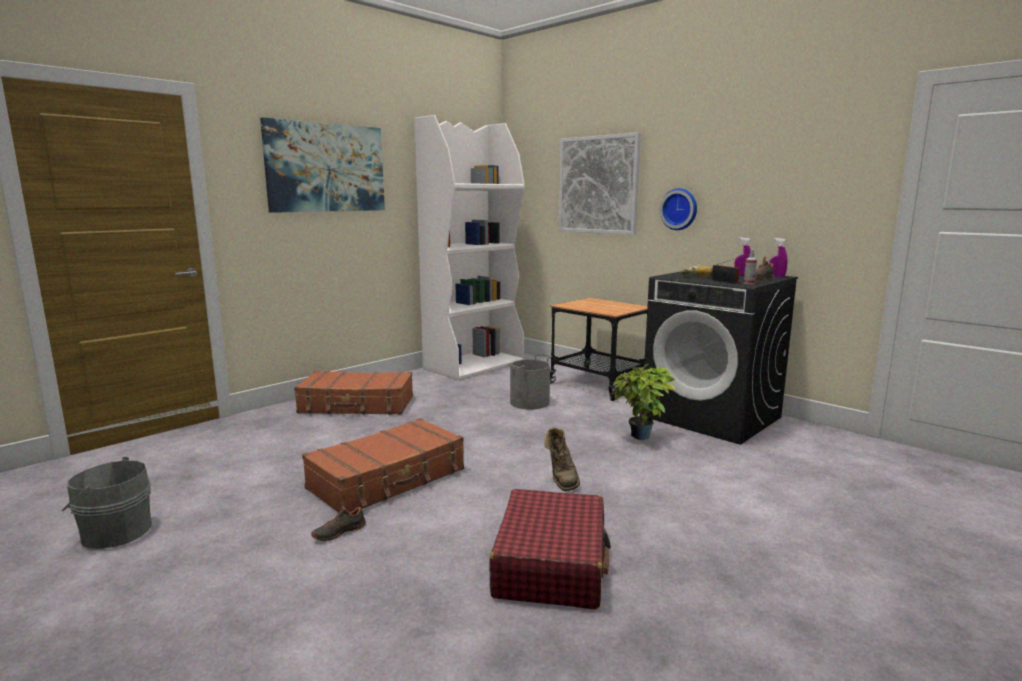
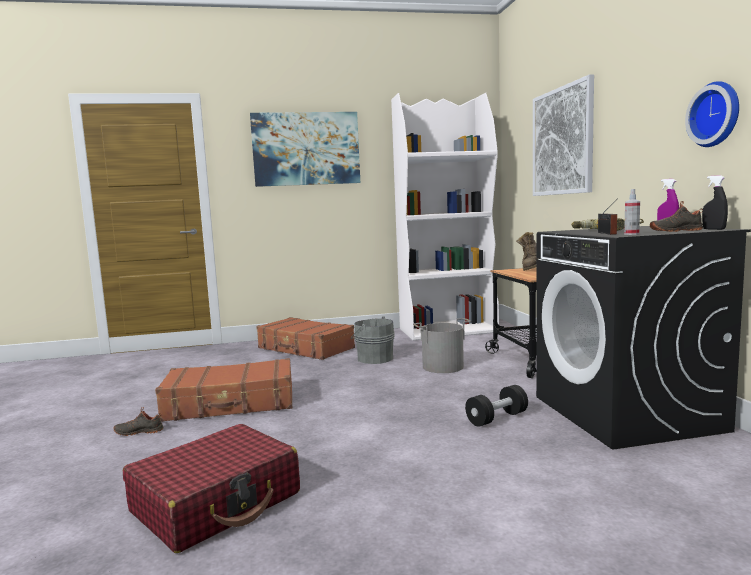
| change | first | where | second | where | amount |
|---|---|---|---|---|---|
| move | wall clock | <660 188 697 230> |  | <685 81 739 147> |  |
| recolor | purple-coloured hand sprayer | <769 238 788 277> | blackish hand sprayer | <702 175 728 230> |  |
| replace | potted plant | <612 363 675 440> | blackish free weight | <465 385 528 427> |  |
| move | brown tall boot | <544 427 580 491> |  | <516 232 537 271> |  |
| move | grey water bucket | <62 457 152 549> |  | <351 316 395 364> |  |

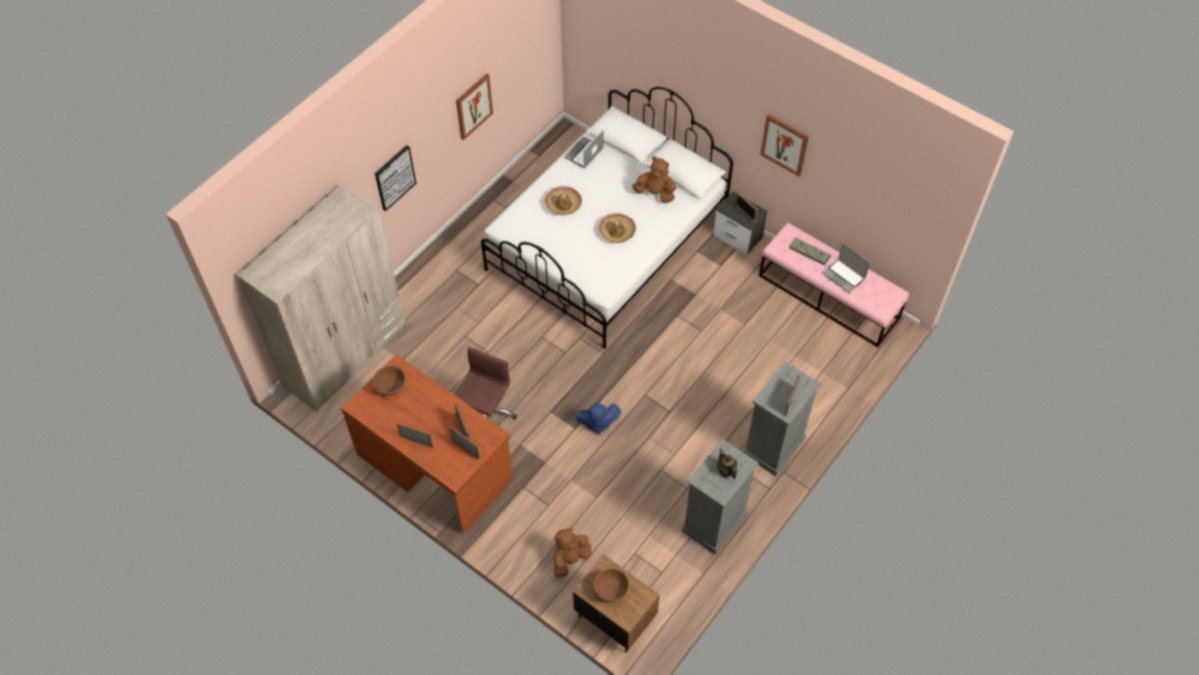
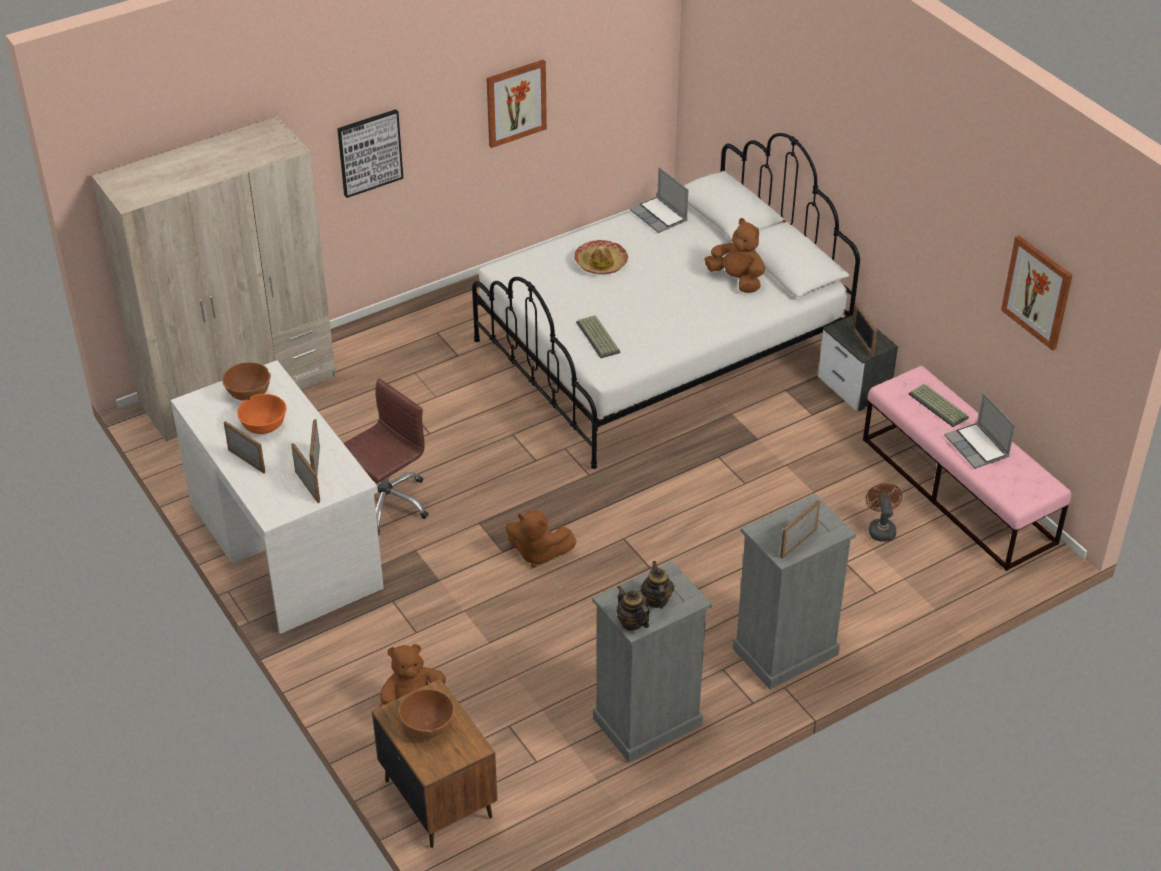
| change | first | where | second | where | amount |
|---|---|---|---|---|---|
| move | wall picture | <760 114 809 177> |  | <1001 236 1073 351> |  |
| rotate | portable computer | <564 131 604 169> |  | <630 167 688 233> | 90 degrees counterclockwise |
| delete | clothing hat | <599 213 636 243> |  |  |  |
| recolor | brown desk unit | <341 354 513 534> | white-coloured desk unit | <171 360 384 634> |  |
| recolor | blue-coloured plush toy | <576 402 621 435> | brown plush toy | <505 510 577 568> |  |
| insert |  |  | PC keyboard | <576 315 621 358> |  |
| insert |  |  | orangey deep dish | <237 394 286 434> |  |
| insert |  |  | brown electric fan | <866 483 902 542> |  |
| insert |  |  | tea pot | <617 586 649 631> |  |

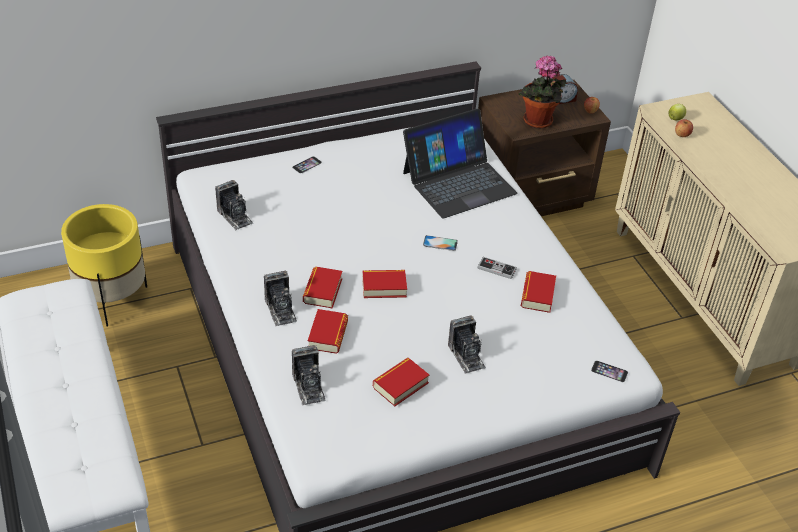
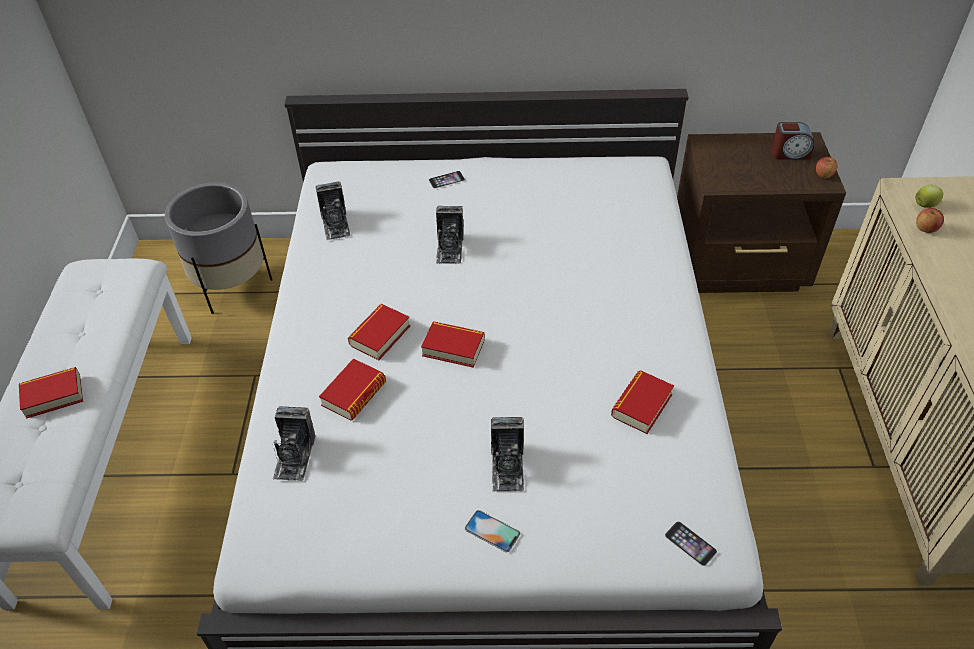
| change | first | where | second | where | amount |
|---|---|---|---|---|---|
| delete | potted plant | <518 56 566 128> |  |  |  |
| delete | portable computer | <403 109 518 218> |  |  |  |
| recolor | yellowish plant pot | <61 204 147 327> | grey plant pot | <165 182 272 314> |  |
| move | phone | <423 235 458 251> |  | <465 510 520 552> |  |
| delete | game controller | <477 257 517 279> |  |  |  |
| move | photo camera | <264 271 297 326> |  | <436 206 464 264> |  |
| move | bound book | <373 358 429 406> |  | <19 367 83 419> |  |

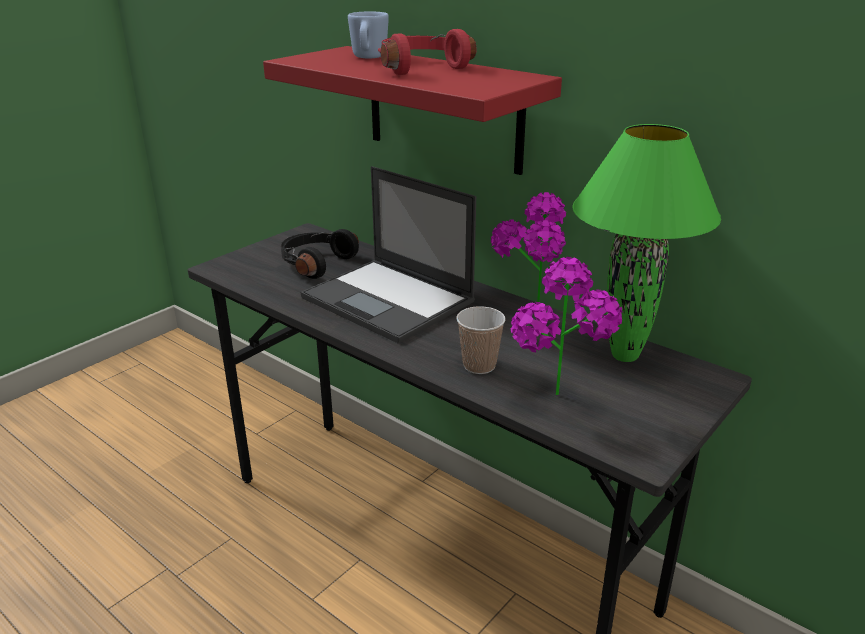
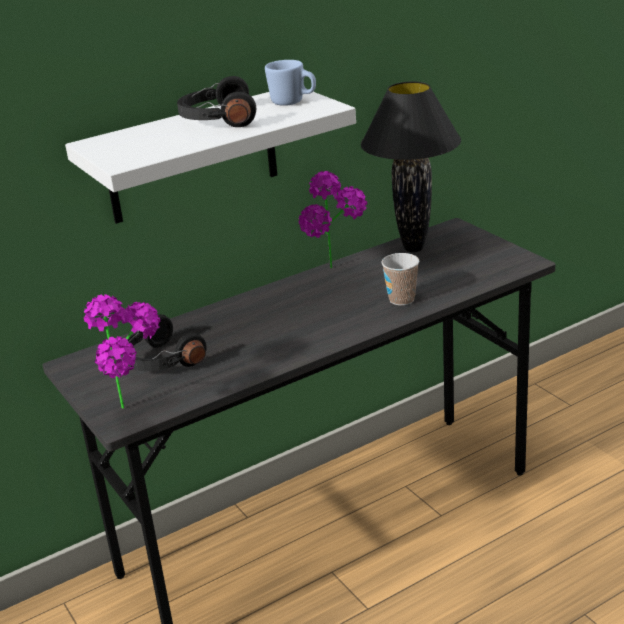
| change | first | where | second | where | amount |
|---|---|---|---|---|---|
| move | blue-coloured tea mug | <348 11 389 58> |  | <265 60 316 106> |  |
| recolor | red-coloured headset | <378 29 477 75> | blackish headset | <177 76 256 127> |  |
| recolor | red-coloured wall shelf | <263 46 562 175> | white-coloured wall shelf | <65 92 356 224> |  |
| recolor | green-coloured lamp for a table | <572 124 721 362> | blackish lamp for a table | <361 81 461 252> |  |
| delete | portable computer | <301 166 476 343> |  |  |  |
| move | potted plant | <511 257 622 395> |  | <84 294 160 409> |  |

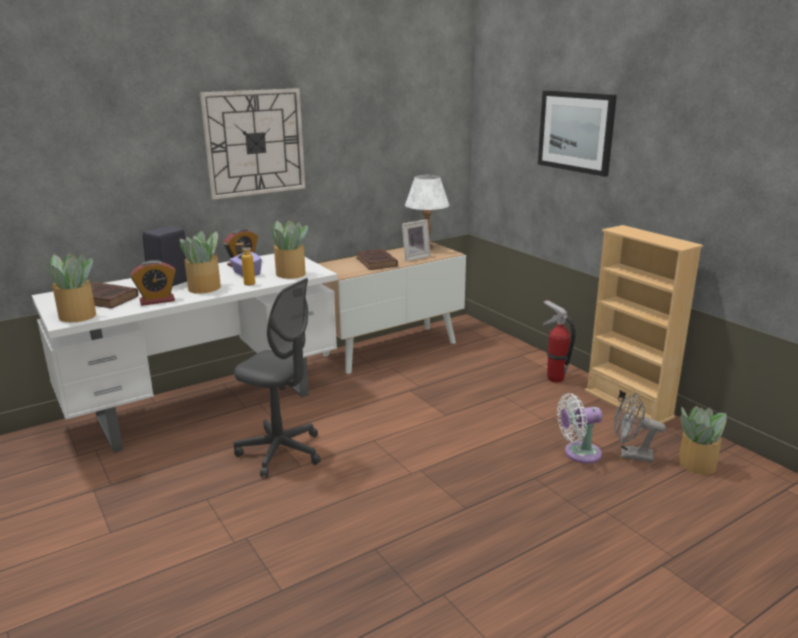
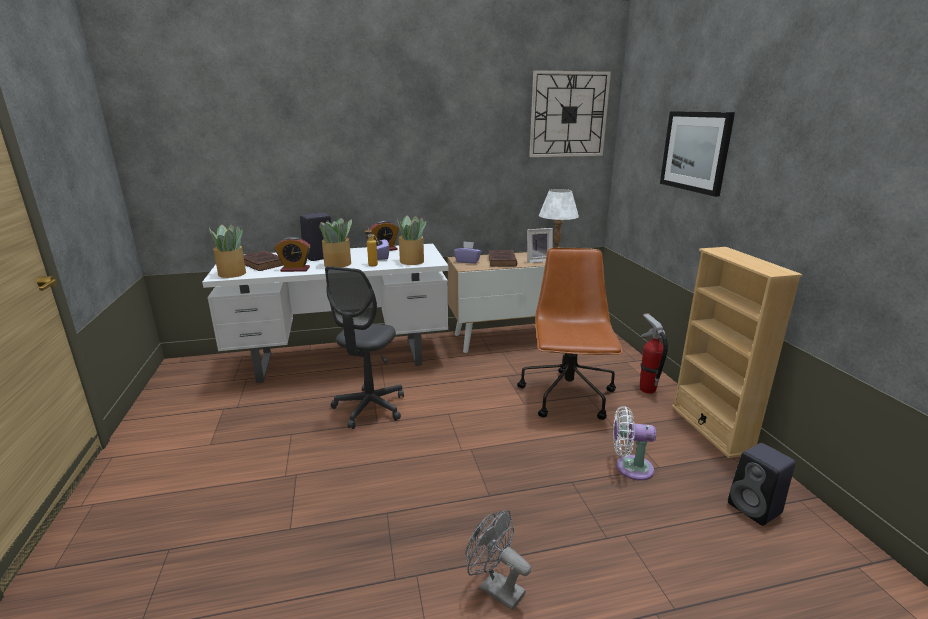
| change | first | where | second | where | amount |
|---|---|---|---|---|---|
| move | wall clock | <200 88 305 200> |  | <529 70 611 157> |  |
| rotate | grey desk chair | <234 278 321 478> |  | <325 266 404 429> | 60 degrees clockwise |
| move | grey electric fan | <614 393 666 462> |  | <465 510 531 611> |  |
| replace | potted plant | <678 406 727 475> | blackish speaker | <728 443 796 526> |  |
| insert |  |  | purple-coloured box of tissues | <454 242 482 264> |  |
| insert |  |  | brown desk chair | <517 248 623 420> |  |

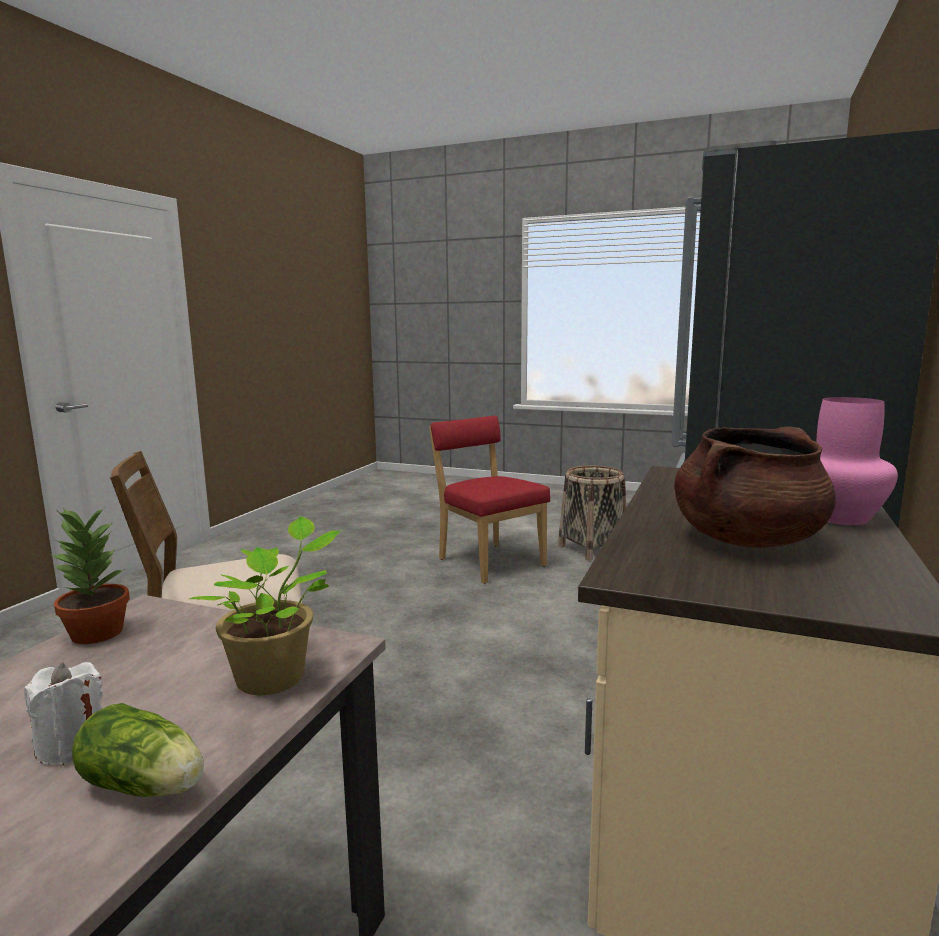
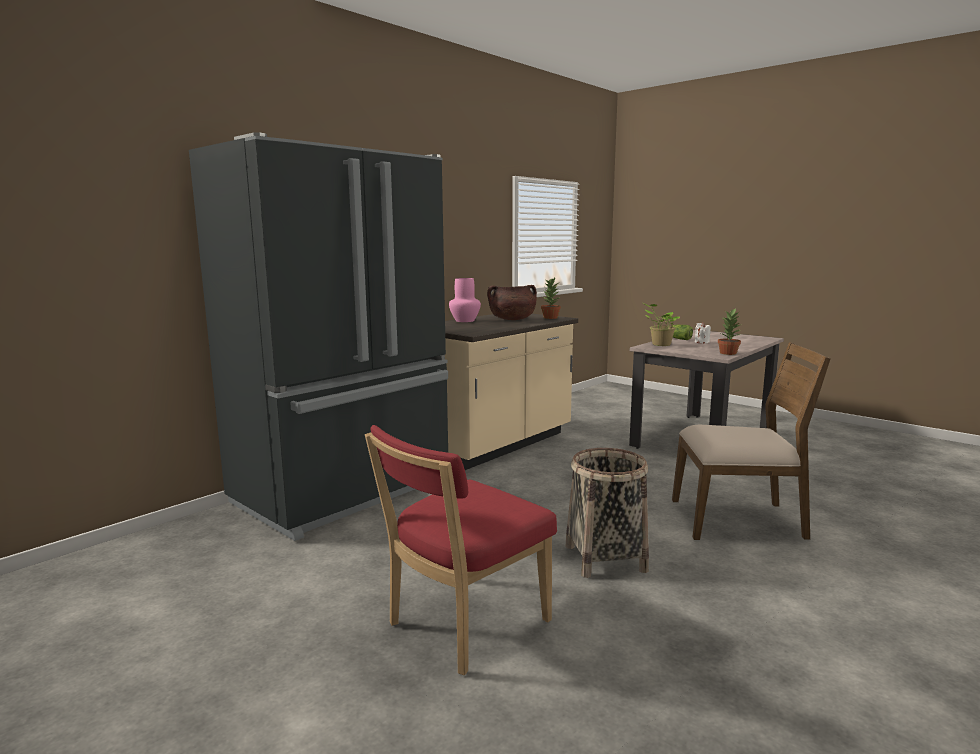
| change | first | where | second | where | amount |
|---|---|---|---|---|---|
| rotate | red-coloured chair | <429 416 550 584> |  | <365 425 557 675> | 60 degrees clockwise |
| move | storage basket | <558 466 626 561> |  | <566 448 649 578> |  |
| insert |  |  | potted plant | <541 278 561 319> |  |

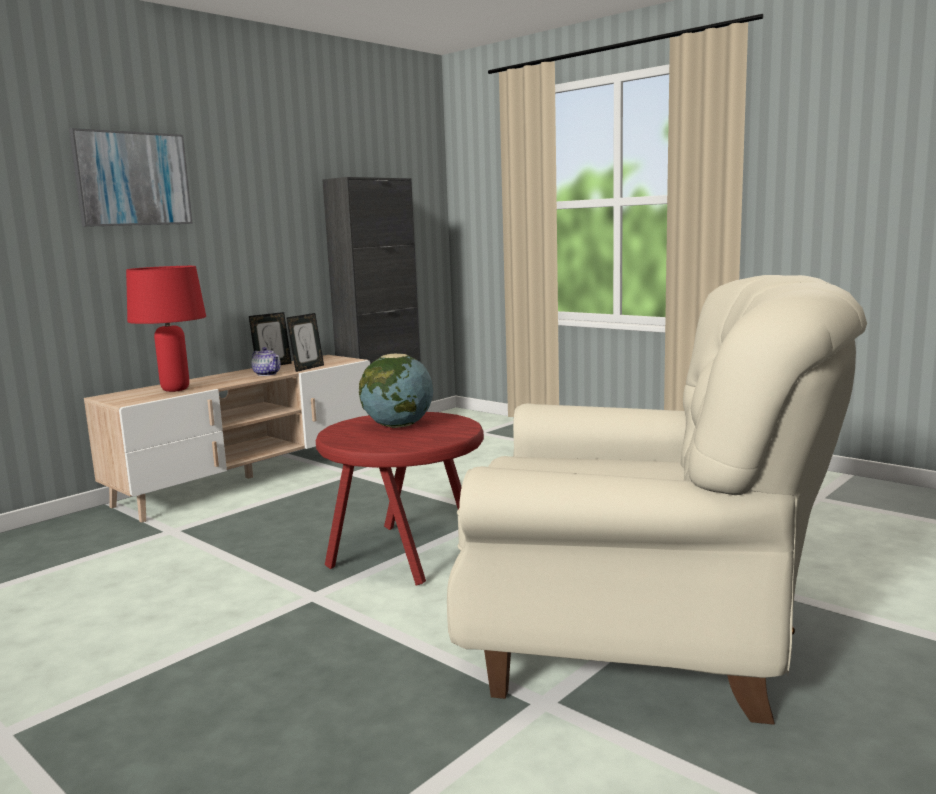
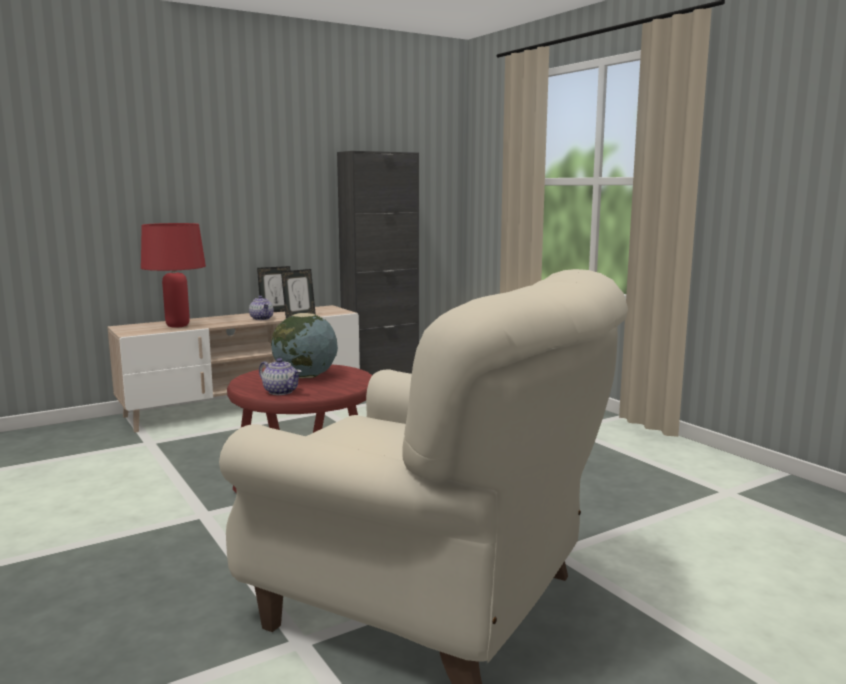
| change | first | where | second | where | amount |
|---|---|---|---|---|---|
| delete | wall picture | <69 128 193 227> |  |  |  |
| insert |  |  | tea pot | <259 358 301 395> |  |

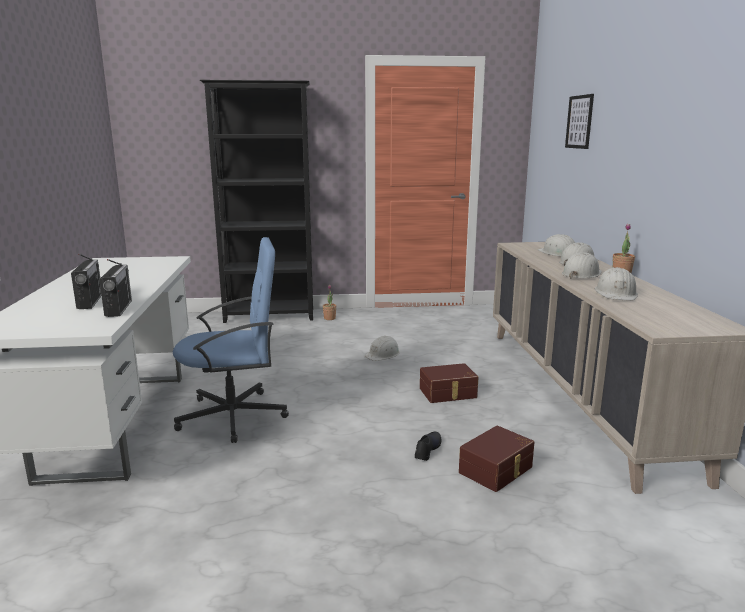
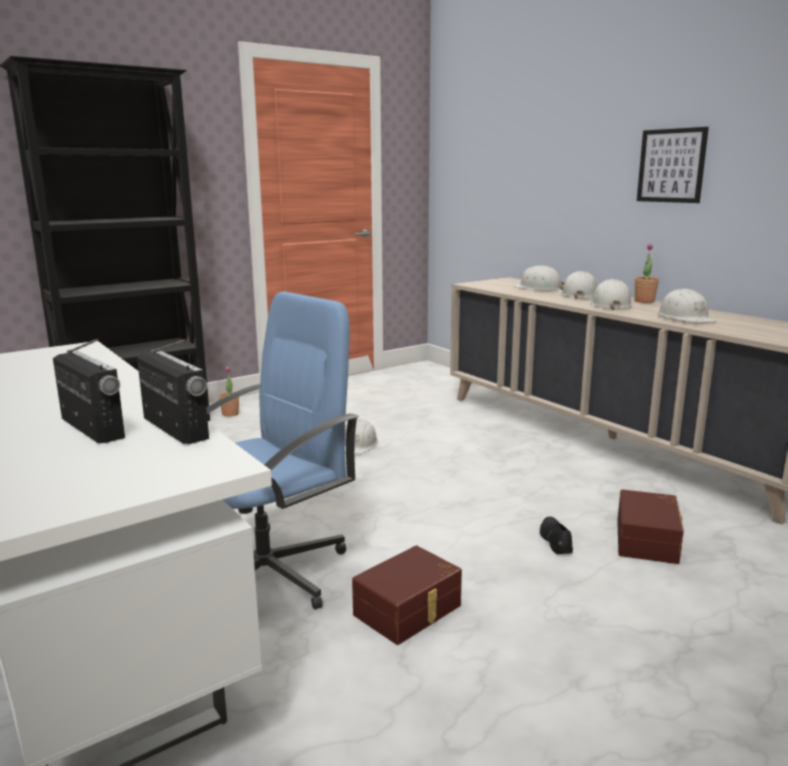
| change | first | where | second | where | amount |
|---|---|---|---|---|---|
| move | wall picture | <565 94 594 149> |  | <637 127 709 203> |  |
| move | brown storage bin | <420 363 478 403> |  | <352 545 462 645> |  |

